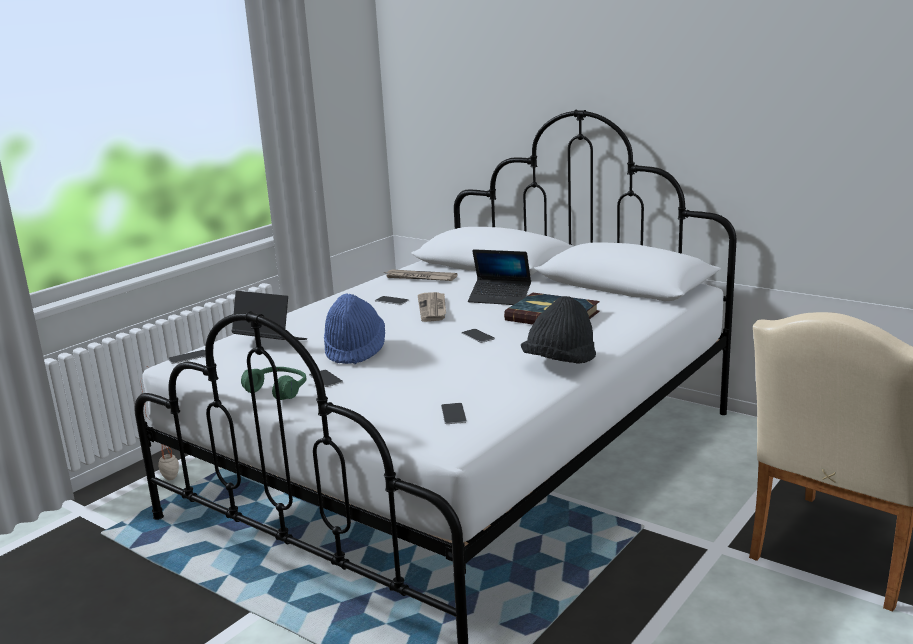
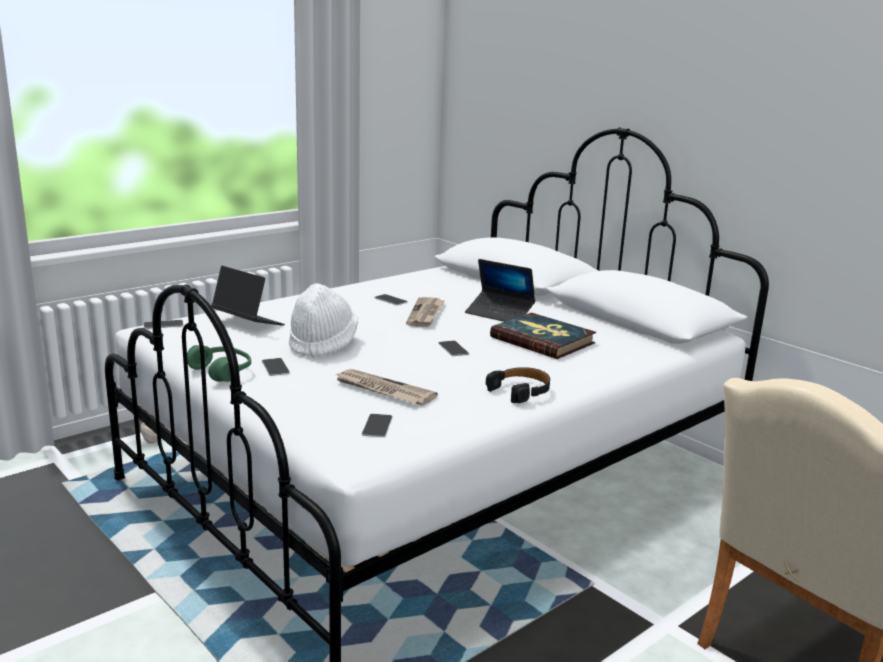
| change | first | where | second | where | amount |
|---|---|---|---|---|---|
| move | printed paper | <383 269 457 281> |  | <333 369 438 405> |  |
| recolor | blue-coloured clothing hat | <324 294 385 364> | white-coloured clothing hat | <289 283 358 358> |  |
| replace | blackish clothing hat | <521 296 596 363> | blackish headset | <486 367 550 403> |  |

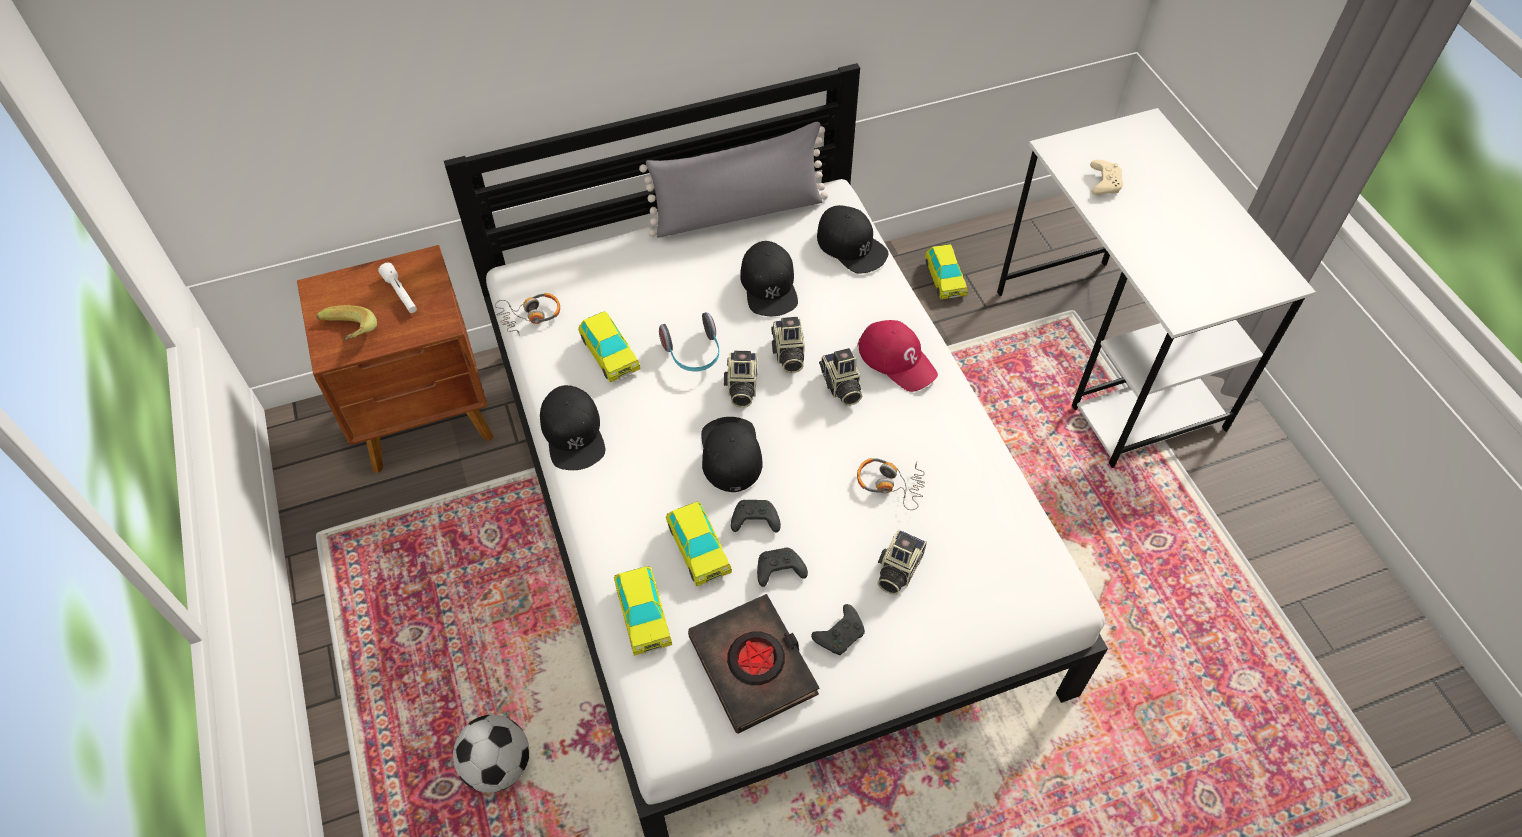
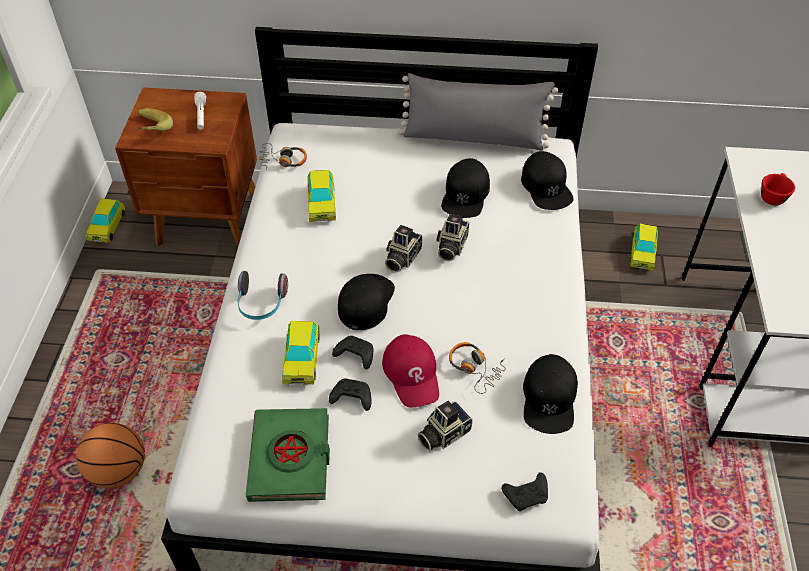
| change | first | where | second | where | amount |
|---|---|---|---|---|---|
| replace | beige game controller | <1090 160 1123 195> | red-coloured small cup | <761 173 795 206> |  |
| move | headset | <659 312 719 371> |  | <237 271 288 320> |  |
| move | red-coloured baseball cap | <858 320 938 392> |  | <382 334 439 407> |  |
| delete | photo camera | <819 348 862 406> |  |  |  |
| move | blackish baseball cap | <540 385 605 470> |  | <523 354 578 434> |  |
| move | toy car | <614 566 672 656> |  | <86 198 125 243> |  |
| recolor | blackish bound book | <688 594 820 734> | green-coloured bound book | <246 408 330 502> |  |
| move | blackish game controller | <811 604 865 655> |  | <502 472 548 511> |  |
| replace | football ball | <453 715 529 793> | ball for basketball | <76 423 145 488> |  |

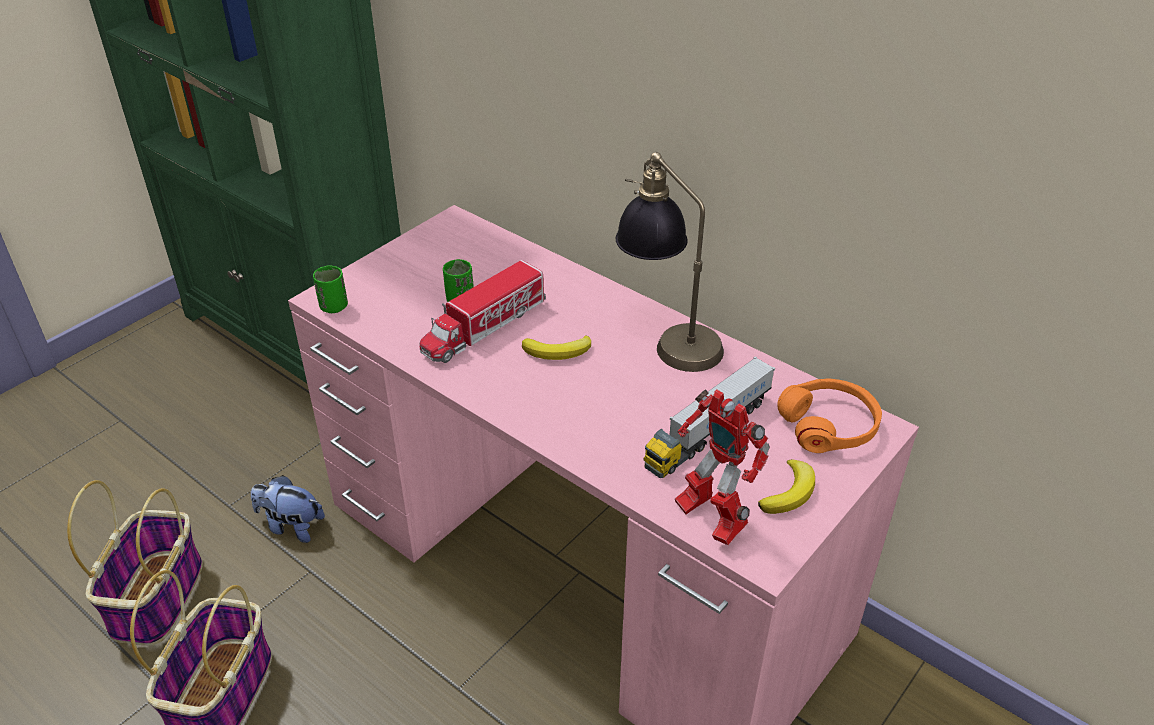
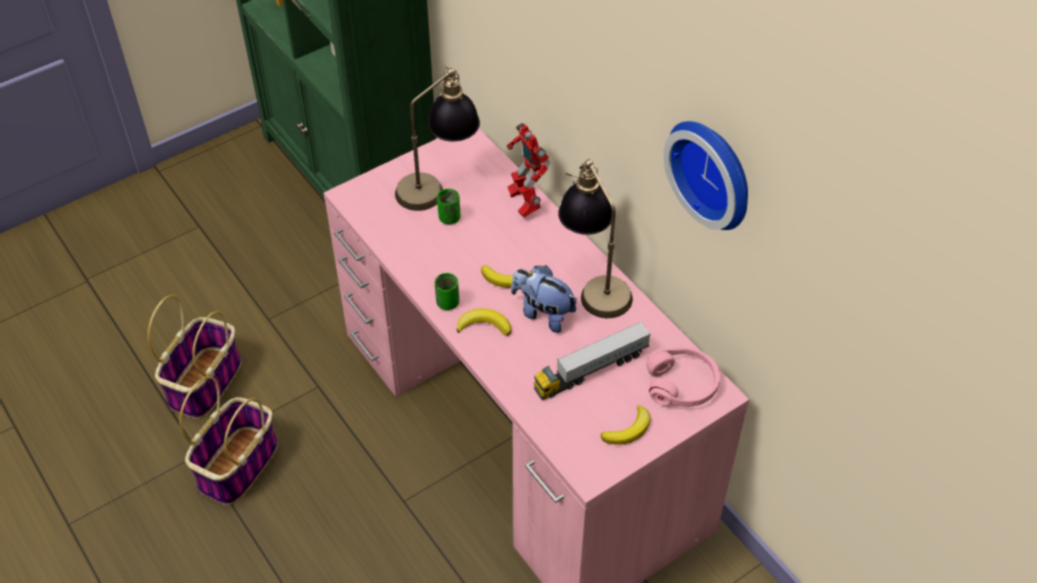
| change | first | where | second | where | amount |
|---|---|---|---|---|---|
| delete | toy truck | <419 260 546 363> |  |  |  |
| move | green-coloured small cup | <313 266 348 313> |  | <435 273 459 310> |  |
| recolor | orangey headset | <777 378 882 453> | pinkish headset | <646 347 720 407> |  |
| move | toy robot | <675 389 770 545> |  | <507 123 550 218> |  |
| move | plush toy | <251 475 325 543> |  | <511 265 577 333> |  |
| insert |  |  | lamp for a table | <395 65 480 211> |  |
| insert |  |  | wall clock | <664 121 748 230> |  |
| insert |  |  | banana | <457 308 512 336> |  |

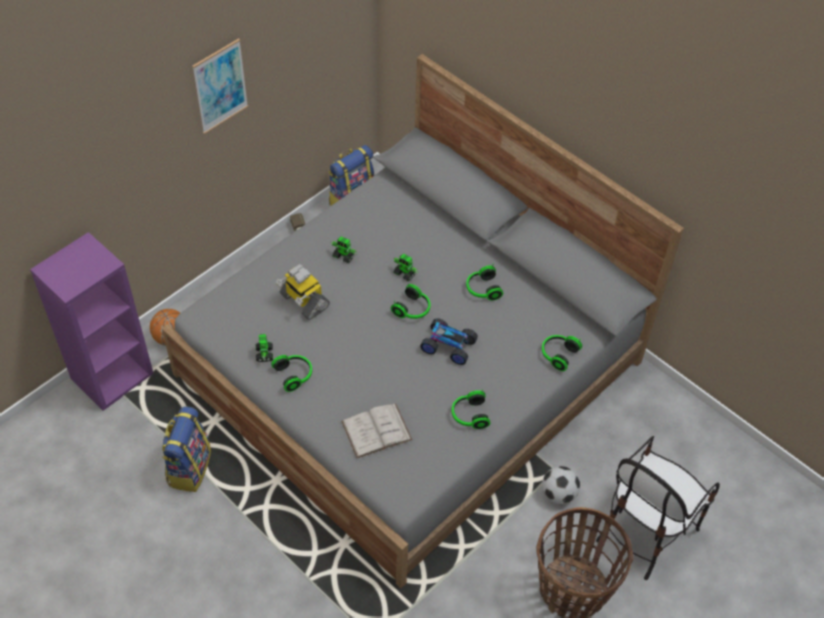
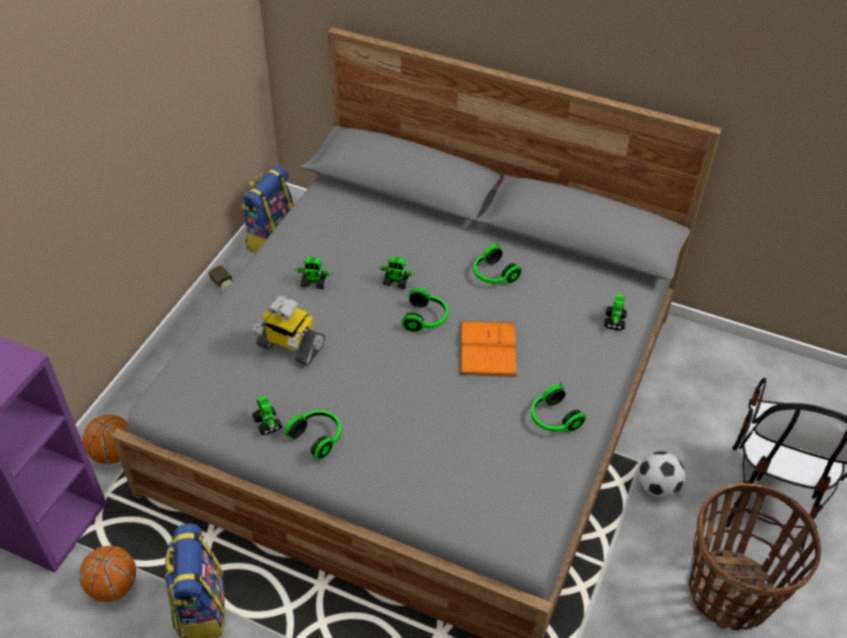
| change | first | where | second | where | amount |
|---|---|---|---|---|---|
| delete | wall picture | <192 38 248 134> |  |  |  |
| replace | toy car | <420 318 478 365> | orangey bound book | <461 321 517 377> |  |
| replace | headset | <542 335 582 371> | toy robot | <604 294 627 330> |  |
| delete | white-coloured bound book | <341 404 412 458> |  |  |  |
| insert |  |  | ball for basketball | <79 546 136 602> |  |

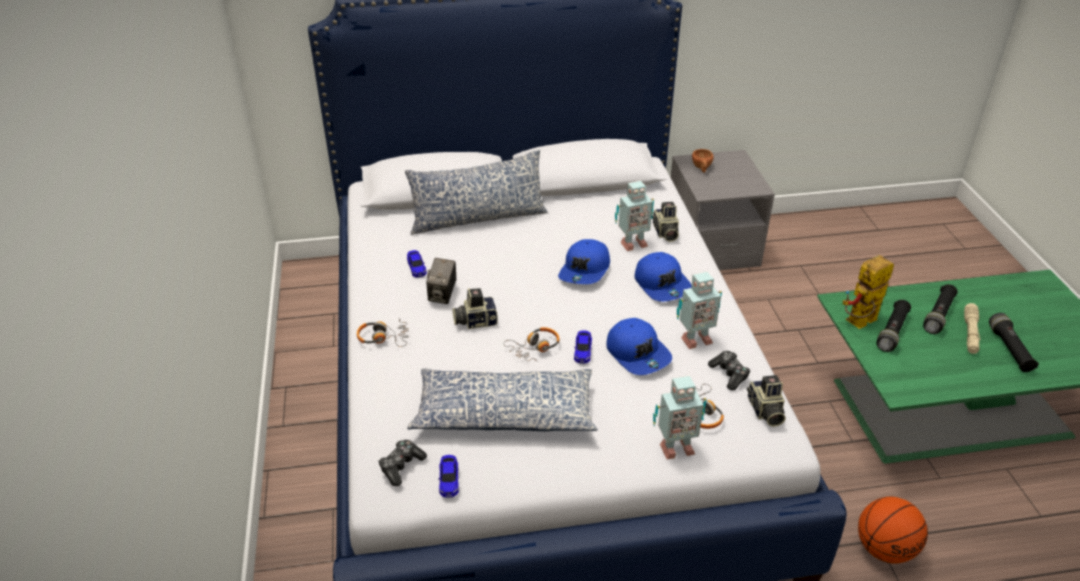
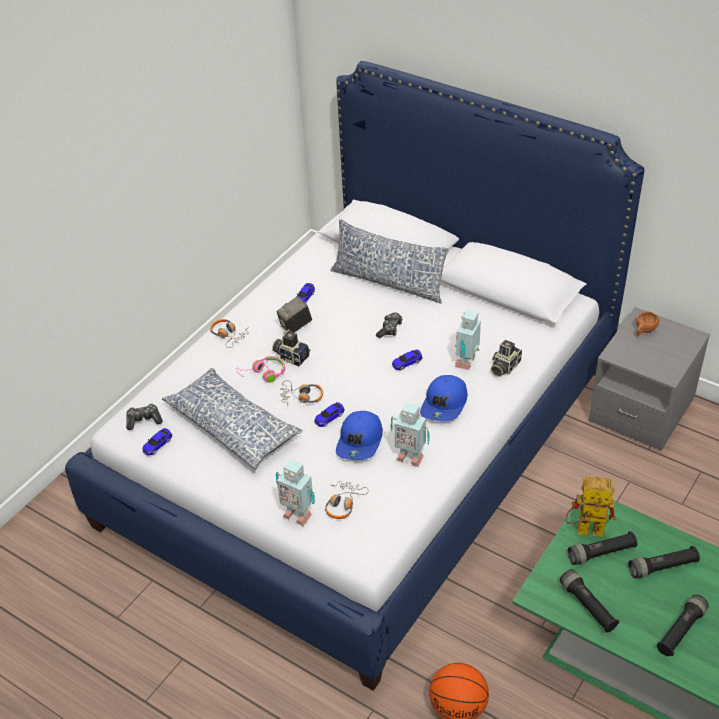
| change | first | where | second | where | amount |
|---|---|---|---|---|---|
| rotate | toy robot | <615 181 654 251> |  | <455 310 481 370> | 90 degrees clockwise |
| replace | blue-coloured baseball cap | <558 239 610 284> | toy car | <392 350 423 370> |  |
| delete | beige flashlight | <964 303 980 354> |  |  |  |
| move | game controller | <708 351 750 391> |  | <376 313 403 338> |  |
| delete | photo camera | <747 375 786 427> |  |  |  |
| insert |  |  | pinkish headset | <237 356 285 383> |  |
| insert |  |  | blackish flashlight | <560 569 619 633> |  |

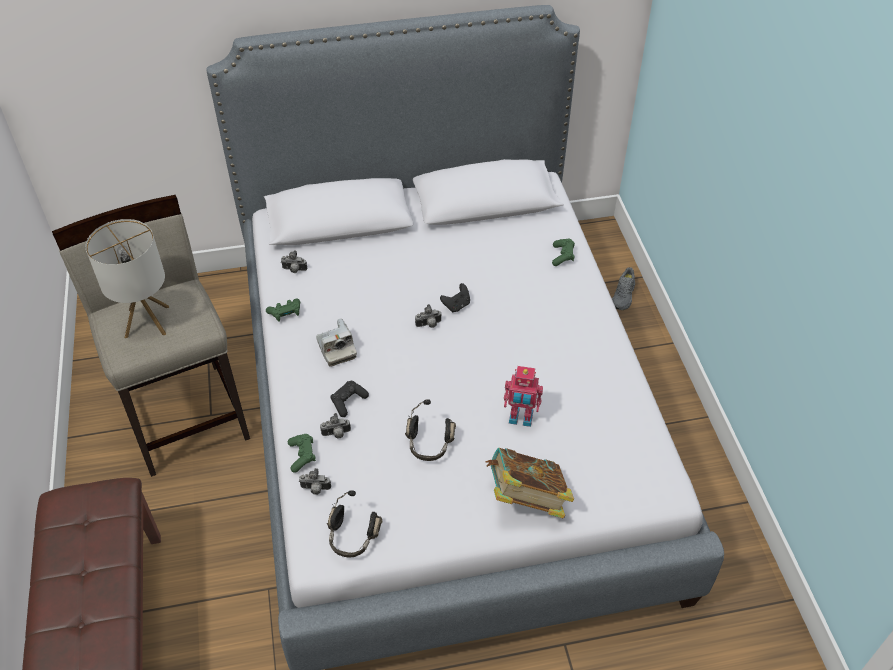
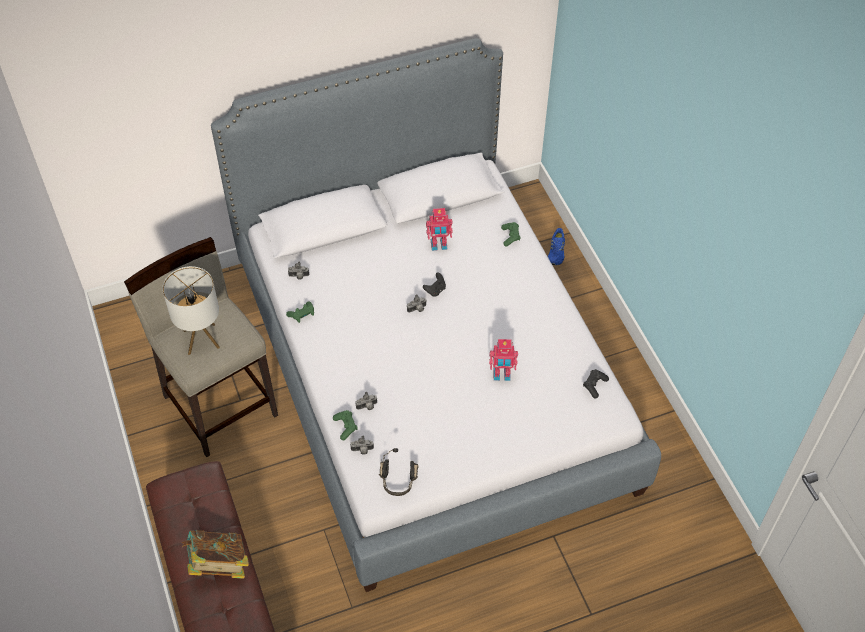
| change | first | where | second | where | amount |
|---|---|---|---|---|---|
| recolor | grey shoe | <612 268 635 310> | blue-coloured shoe | <548 228 565 265> |  |
| delete | photo camera | <316 318 357 367> |  |  |  |
| move | blackish game controller | <330 381 369 417> |  | <583 369 609 399> |  |
| delete | blackish headset | <405 399 456 461> |  |  |  |
| move | bound book | <486 448 574 518> |  | <182 530 249 579> |  |
| insert |  |  | toy robot | <426 208 452 251> |  |

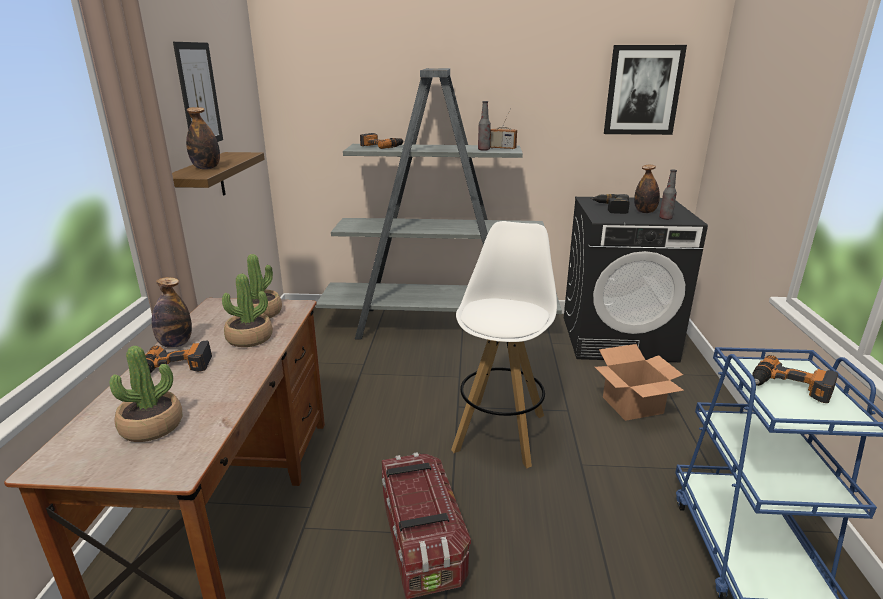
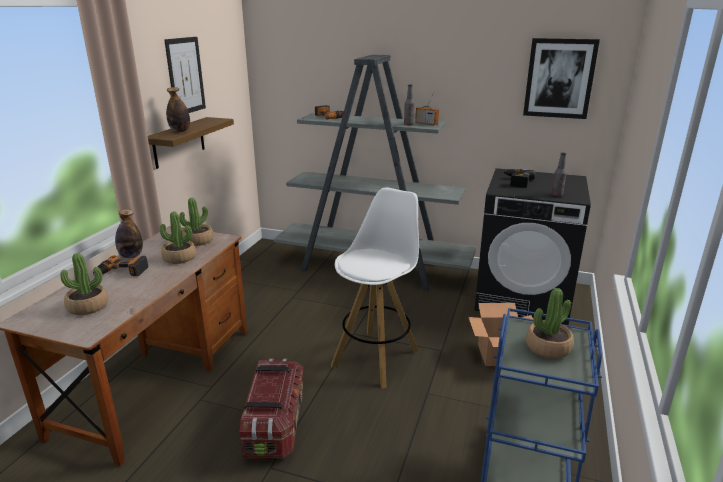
| change | first | where | second | where | amount |
|---|---|---|---|---|---|
| delete | bottle | <634 165 660 213> |  |  |  |
| replace | drill | <752 355 839 403> | potted plant | <526 288 574 359> |  |

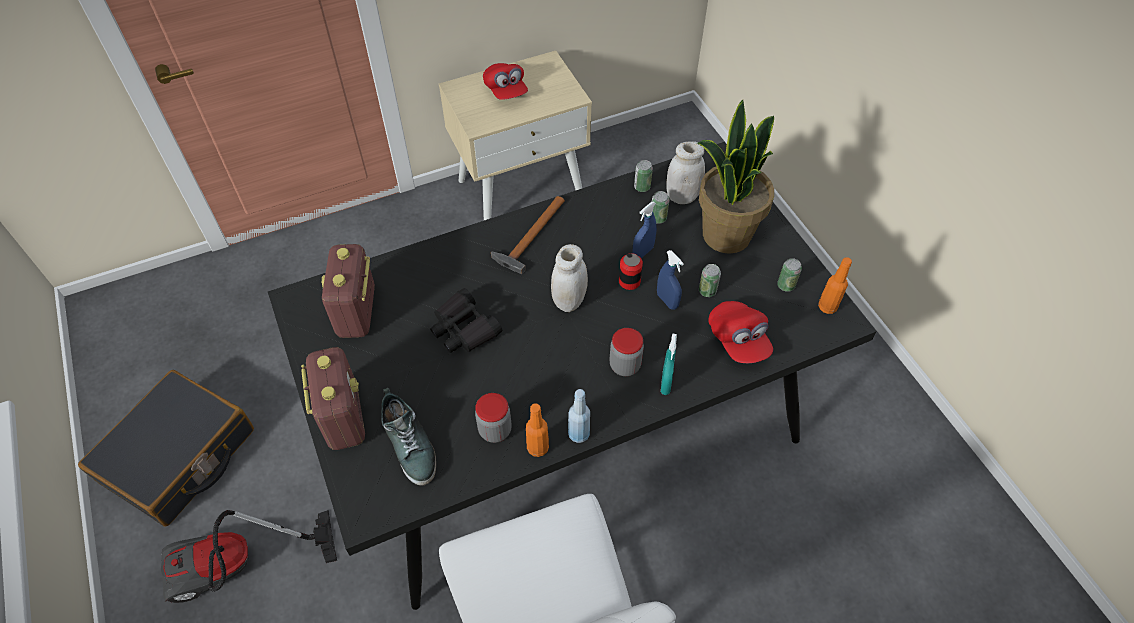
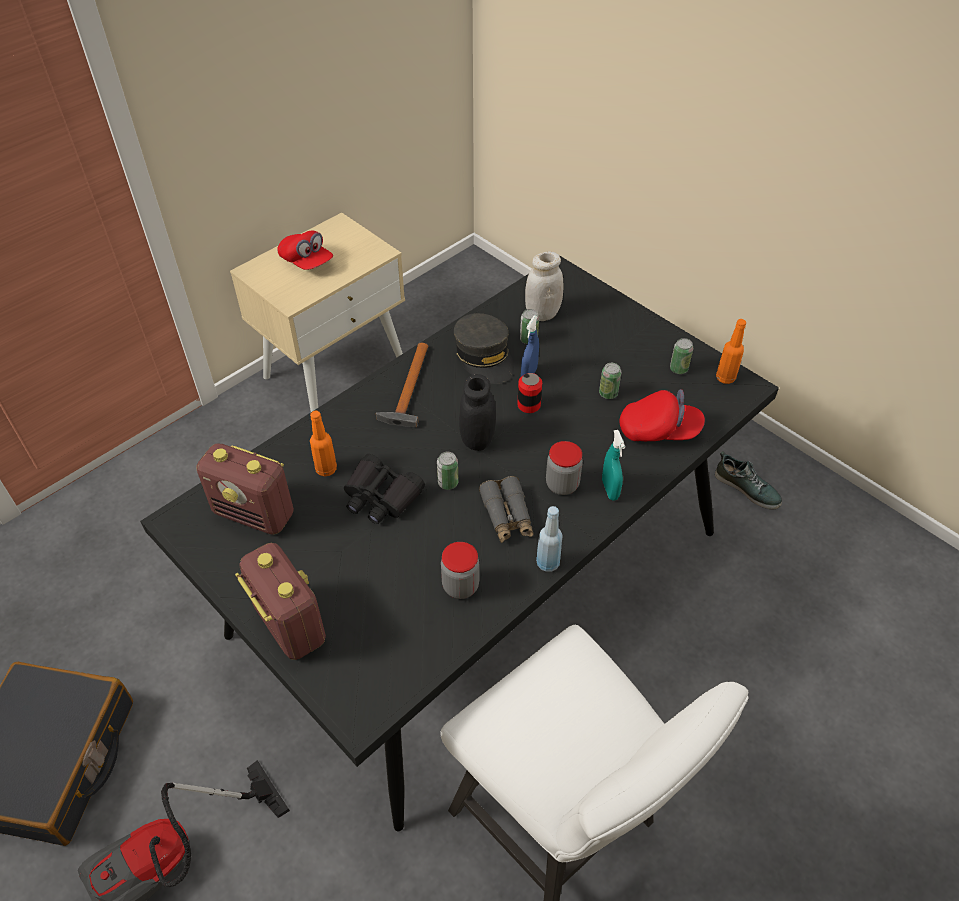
| change | first | where | second | where | amount |
|---|---|---|---|---|---|
| delete | potted plant | <697 100 774 254> |  |  |  |
| move | metal can | <634 160 653 192> |  | <437 452 458 490> |  |
| rotate | radio receiver | <322 244 375 338> |  | <196 444 294 535> | 45 degrees counterclockwise |
| recolor | white-coloured jar | <551 244 588 312> | blackish jar | <459 374 496 451> |  |
| delete | blue-coloured hand sprayer | <657 250 684 310> |  |  |  |
| rotate | red-coloured baseball cap | <709 301 773 363> |  | <620 389 705 441> | 45 degrees counterclockwise |
| move | shoe | <381 388 436 486> |  | <715 451 782 510> |  |
| move | orangey bottle | <526 403 549 457> |  | <310 411 337 476> |  |
| insert |  |  | grey baseball cap | <454 313 514 384> |  |
| insert |  |  | grey pair of binoculars | <479 476 534 543> |  |

